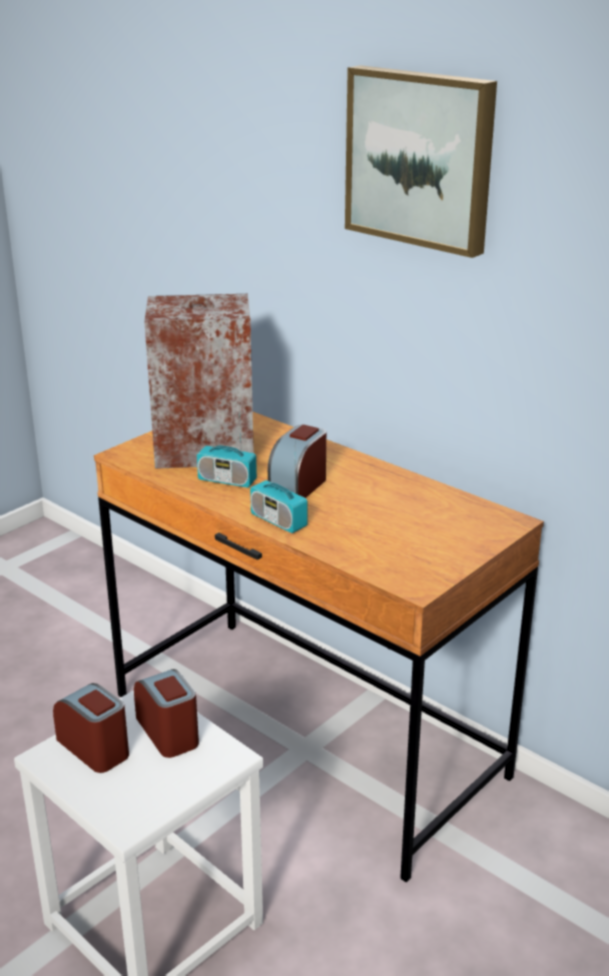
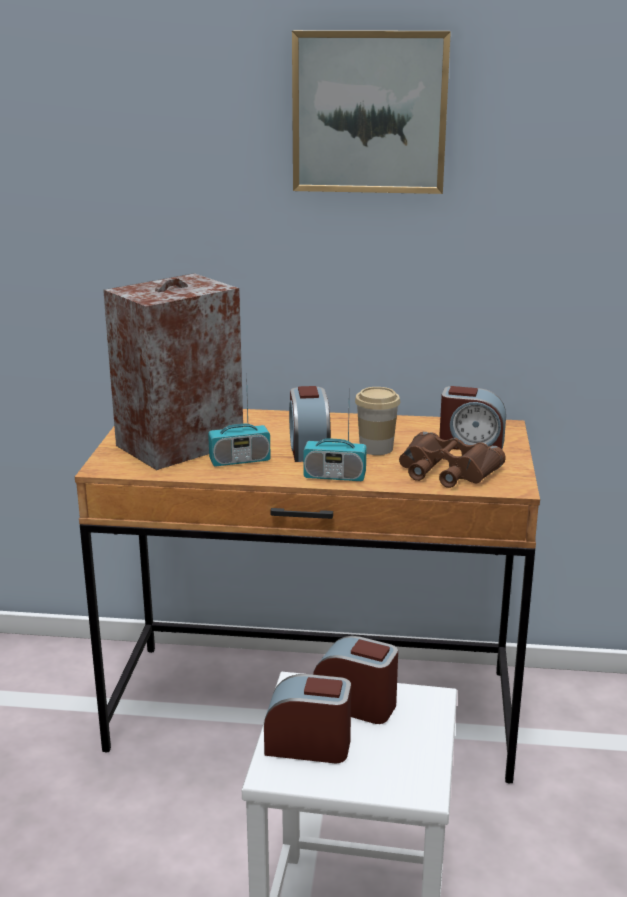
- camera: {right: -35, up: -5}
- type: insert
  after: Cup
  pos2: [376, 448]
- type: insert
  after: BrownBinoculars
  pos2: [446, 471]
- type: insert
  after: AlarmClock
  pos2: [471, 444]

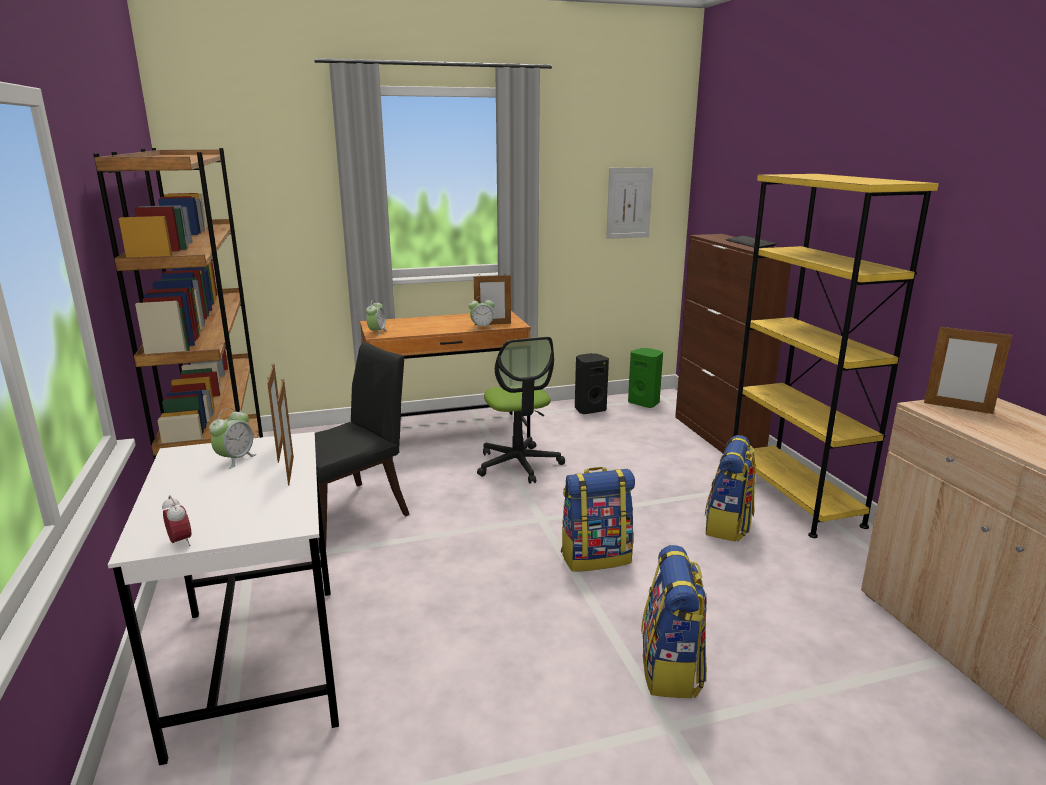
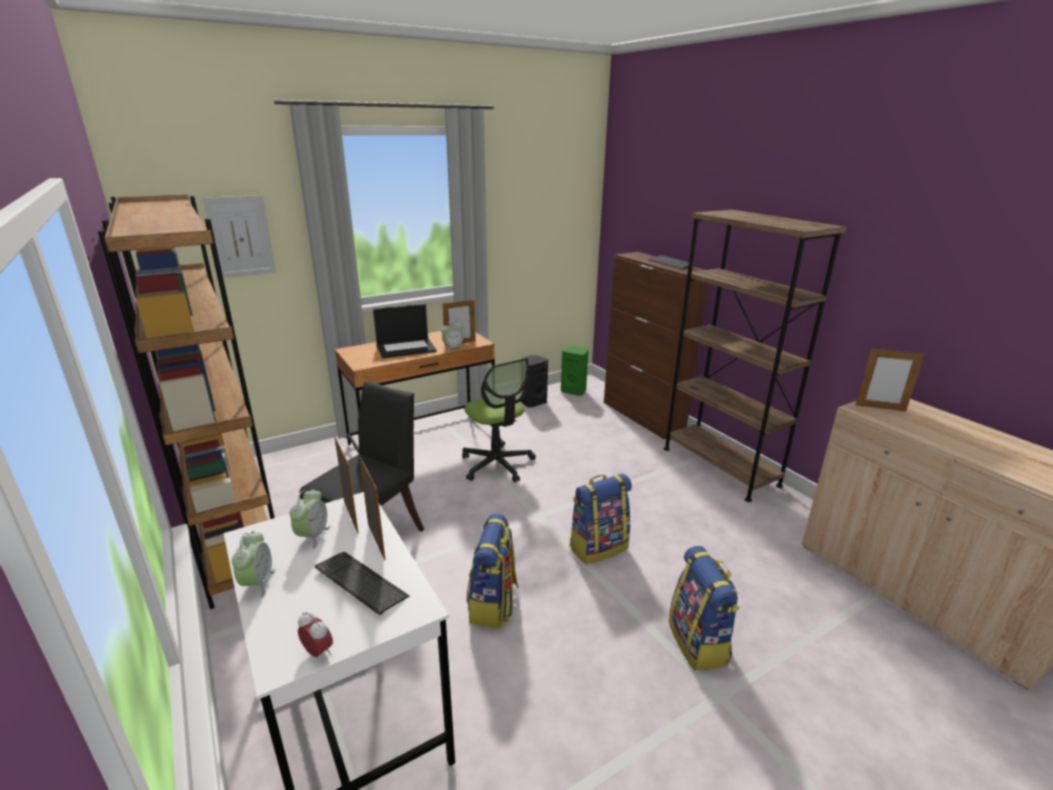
- camera: {right: -15, up: 5}
- type: move
  before: Picture
  pos1: [629, 203]
  pos2: [241, 236]
- type: move
  before: AlarmClock
  pos1: [377, 332]
  pos2: [258, 583]
- type: insert
  after: Keyboard
  pos2: [361, 583]
- type: insert
  after: Laptop
  pos2: [406, 348]
- type: move
  before: Backpack
  pos1: [728, 526]
  pos2: [493, 604]
- type: recolor
  before: YellowBookcase
  after: BrownBookcase
  pos1: [792, 497]
  pos2: [720, 467]

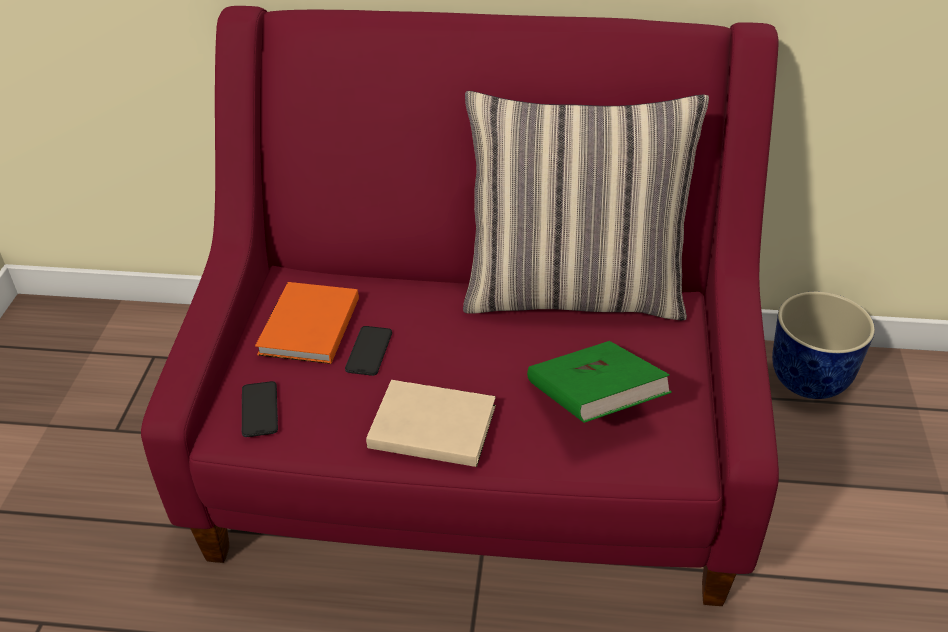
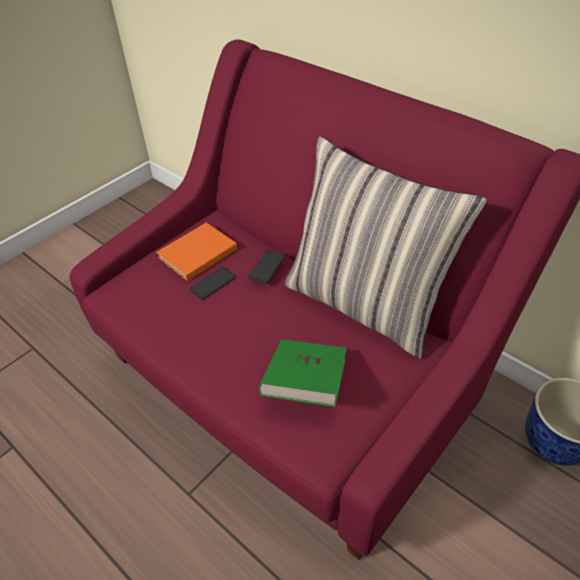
- camera: {right: 35, up: 5}
- type: move
  before: Phone
  pos1: [259, 409]
  pos2: [266, 267]
- type: delete
  before: BeigeBook
  pos1: [430, 425]

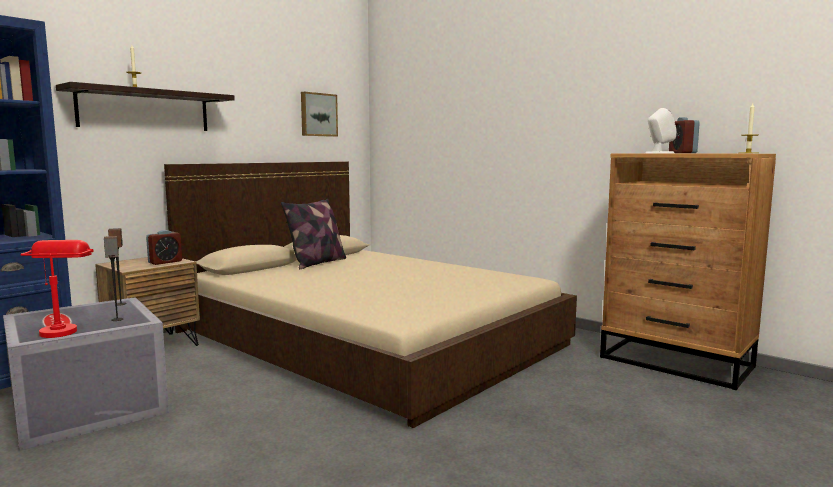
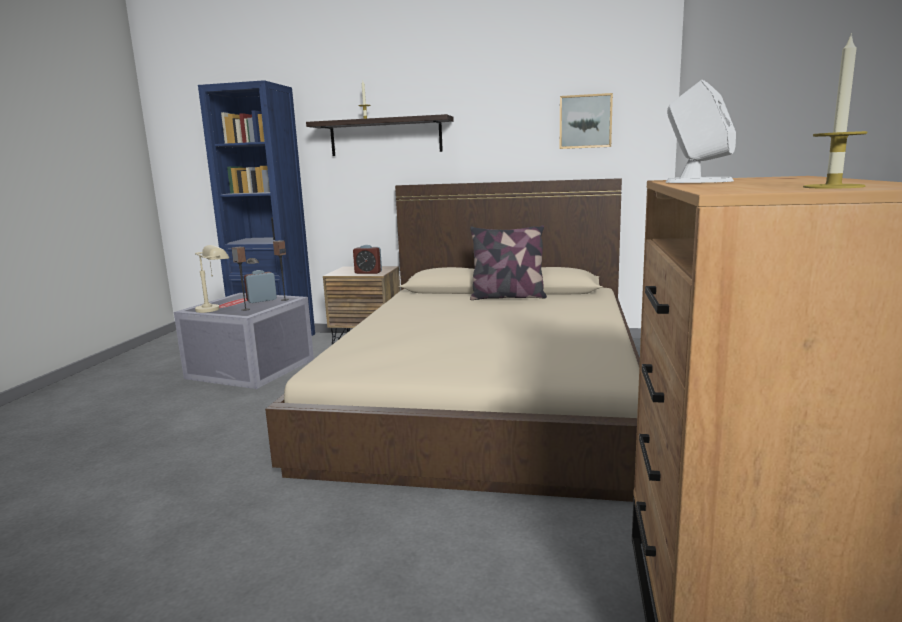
- camera: {right: 60, up: 5}
- type: recolor
  before: RedTableLamp
  after: BeigeTableLamp
  pos1: [63, 329]
  pos2: [215, 308]
- type: move
  before: AlarmClock
  pos1: [682, 153]
  pos2: [261, 300]

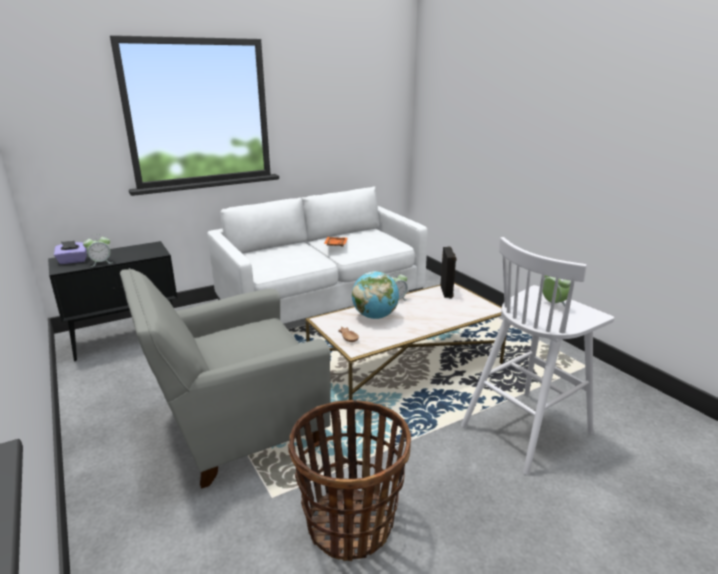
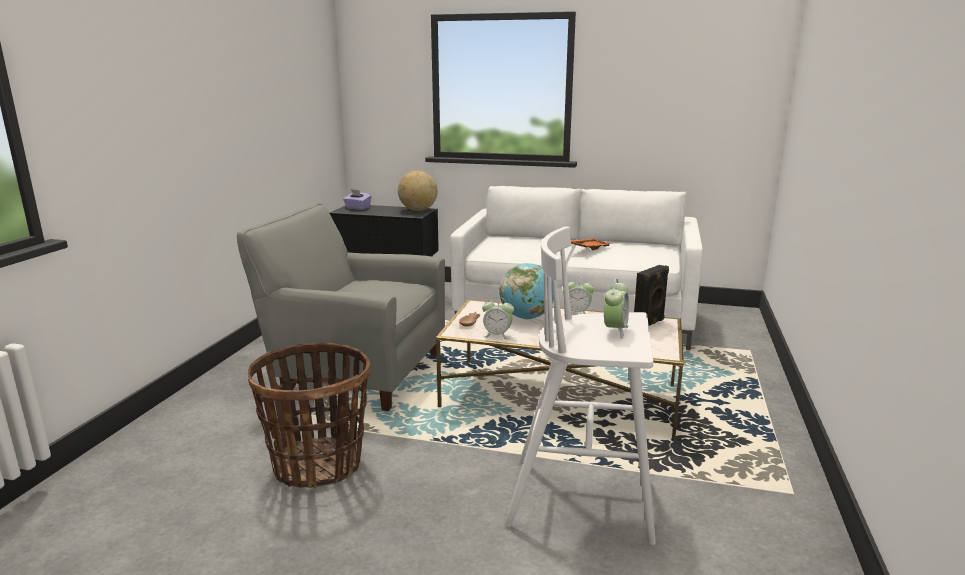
- camera: {right: 45, up: -5}
- type: insert
  after: Globe
  pos2: [418, 210]
- type: move
  before: AlarmClock
  pos1: [101, 263]
  pos2: [497, 335]

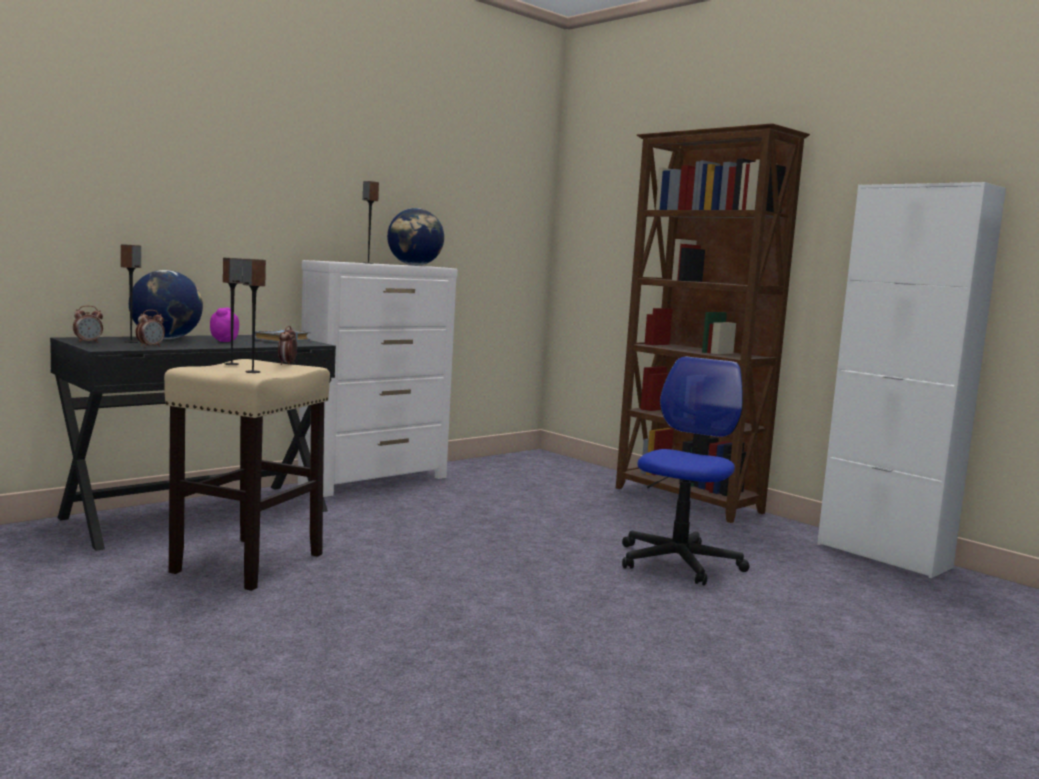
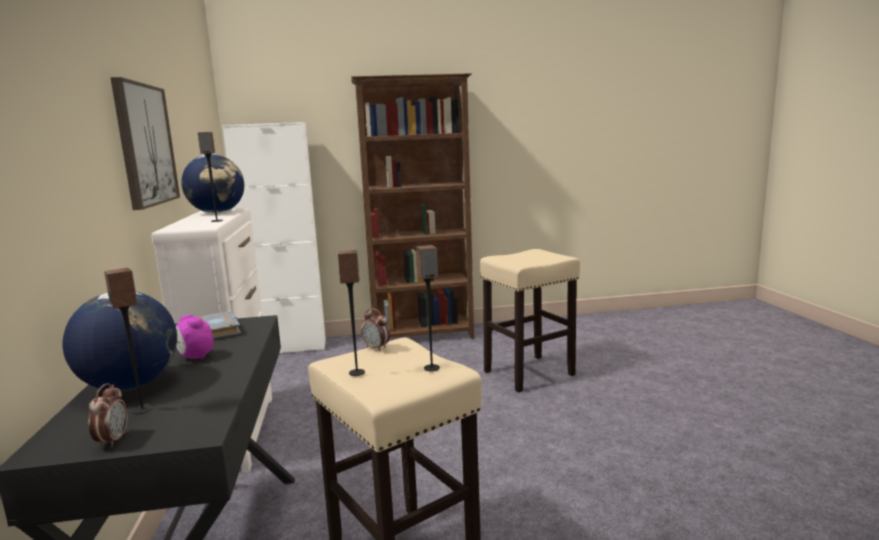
- camera: {right: -55, up: 5}
- type: insert
  after: Picture
  pos2: [145, 145]
- type: move
  before: WhiteCabinet
  pos1: [883, 555]
  pos2: [290, 347]
- type: replace
  before: OfficeChair
  after: BeigeStool
  pos1: [679, 562]
  pos2: [529, 373]
- type: delete
  before: AlarmClock
  pos1: [150, 346]

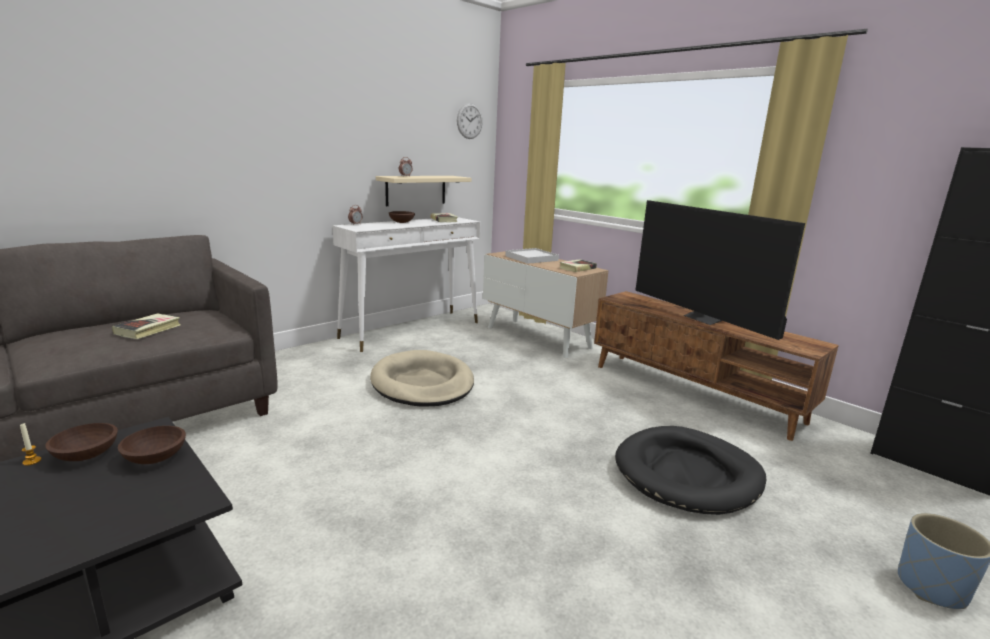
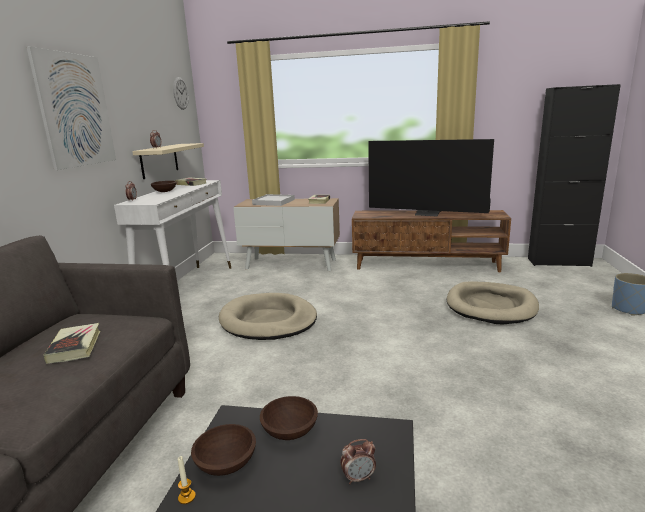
- camera: {right: -35, up: 0}
- type: insert
  after: Picture
  pos2: [75, 110]
- type: insert
  after: AlarmClock
  pos2: [358, 478]
- type: recolor
  before: BlackDogBed
  after: BeigeDogBed
  pos1: [688, 474]
  pos2: [491, 306]

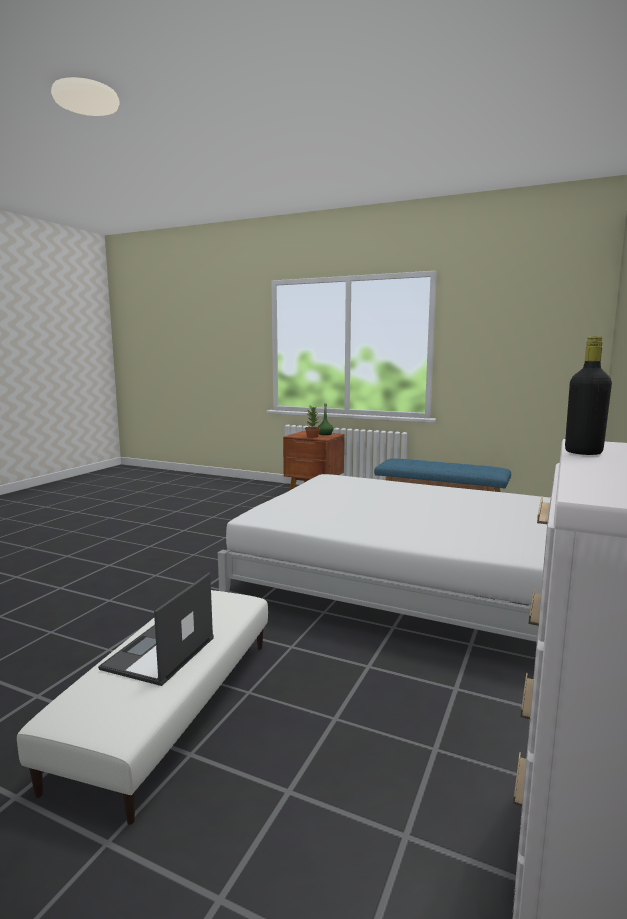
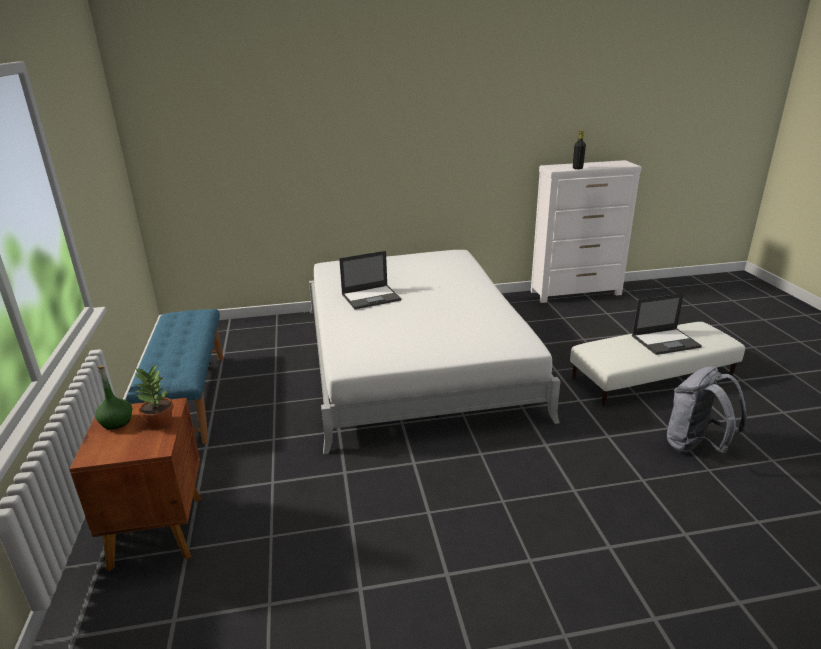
- camera: {right: -125, up: 15}
- type: insert
  after: Laptop
  pos2: [371, 297]
- type: insert
  after: GreyBackpack
  pos2: [695, 447]

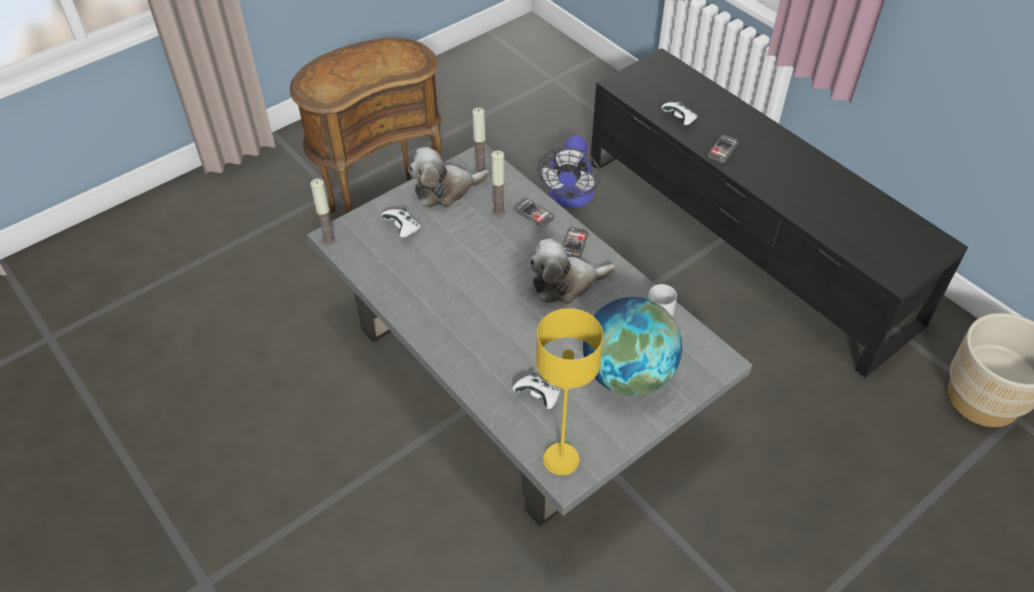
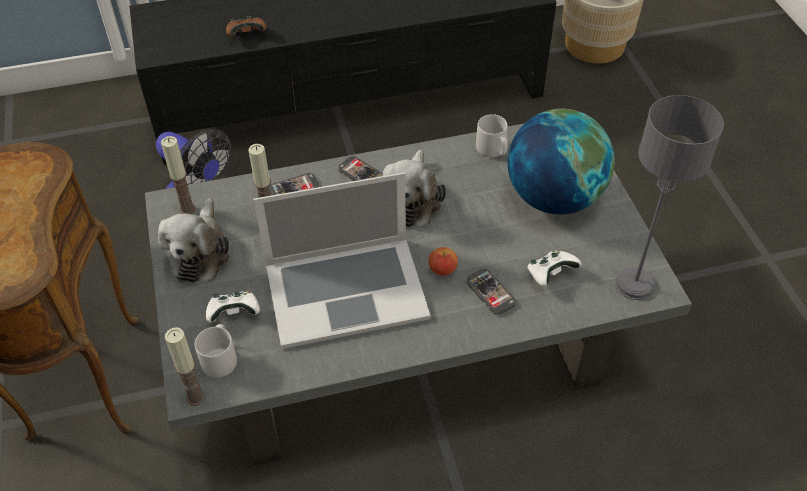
- camera: {right: -65, up: 0}
- type: insert
  after: GreyMug
  pos2: [220, 359]
- type: recolor
  before: WhiteGameController
  after: BrownGameController
  pos1: [679, 120]
  pos2: [247, 35]
- type: insert
  after: Laptop
  pos2: [346, 290]
- type: insert
  after: Apple
  pos2: [442, 269]
- type: move
  before: Phone
  pos1: [722, 150]
  pos2: [490, 292]
- type: recolor
  before: YellowTableLamp
  after: GreyTableLamp
  pos1: [561, 460]
  pos2: [635, 285]

